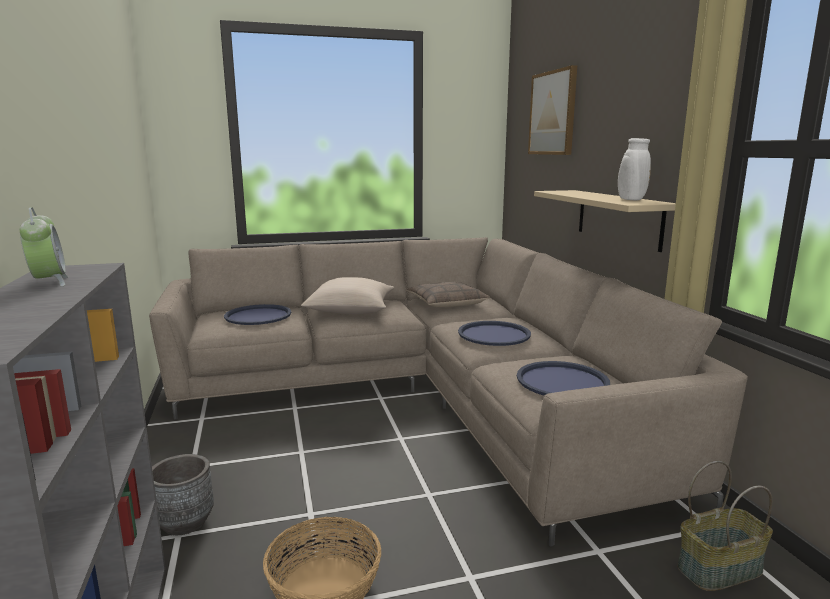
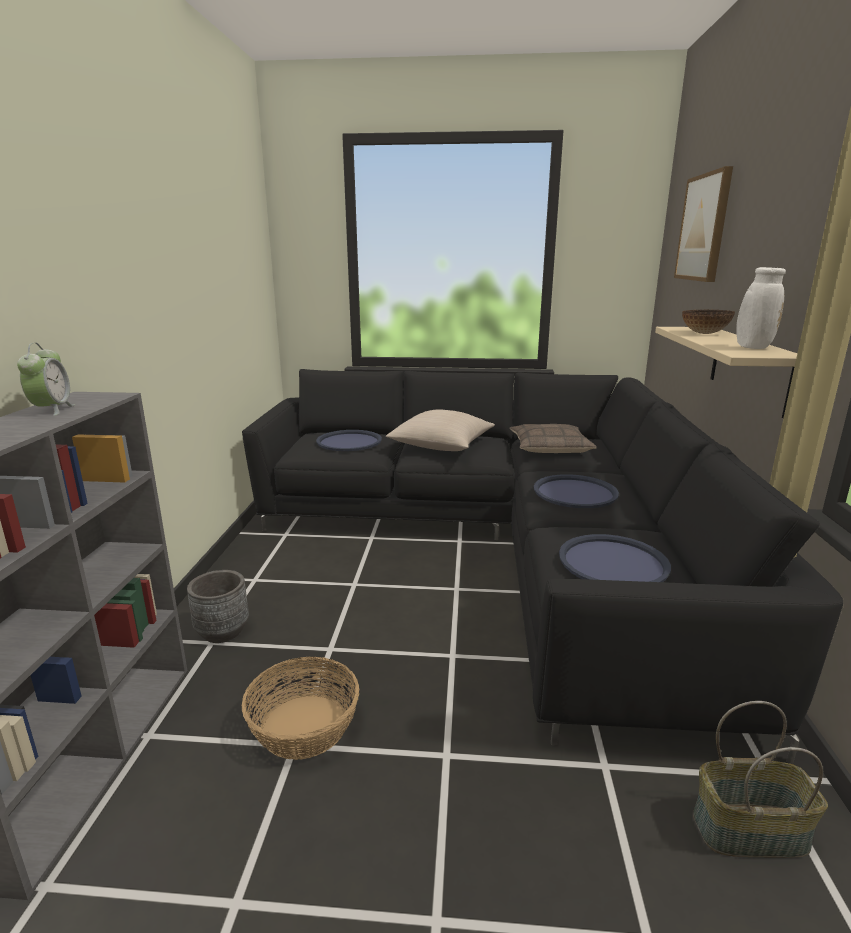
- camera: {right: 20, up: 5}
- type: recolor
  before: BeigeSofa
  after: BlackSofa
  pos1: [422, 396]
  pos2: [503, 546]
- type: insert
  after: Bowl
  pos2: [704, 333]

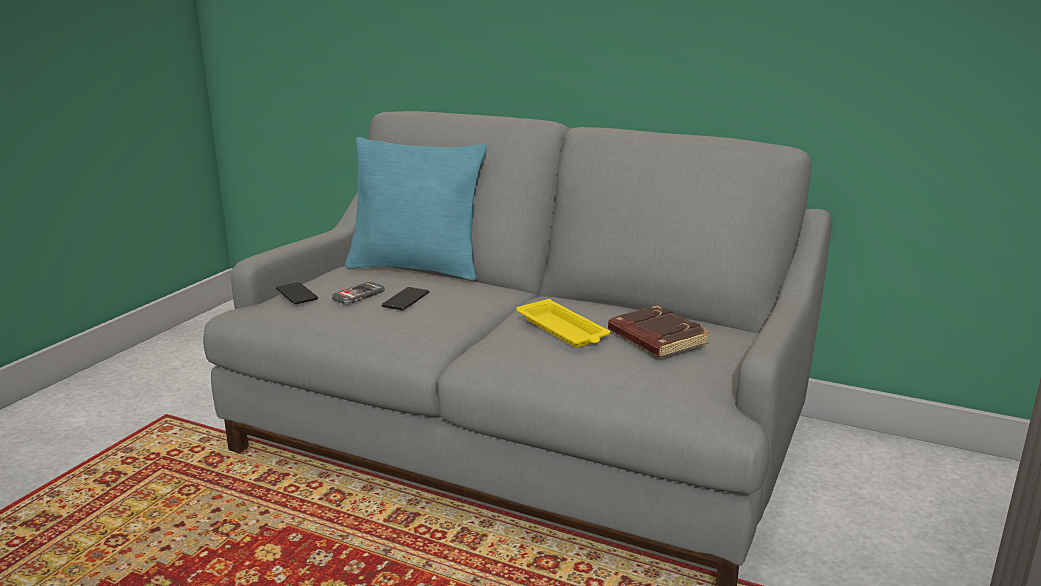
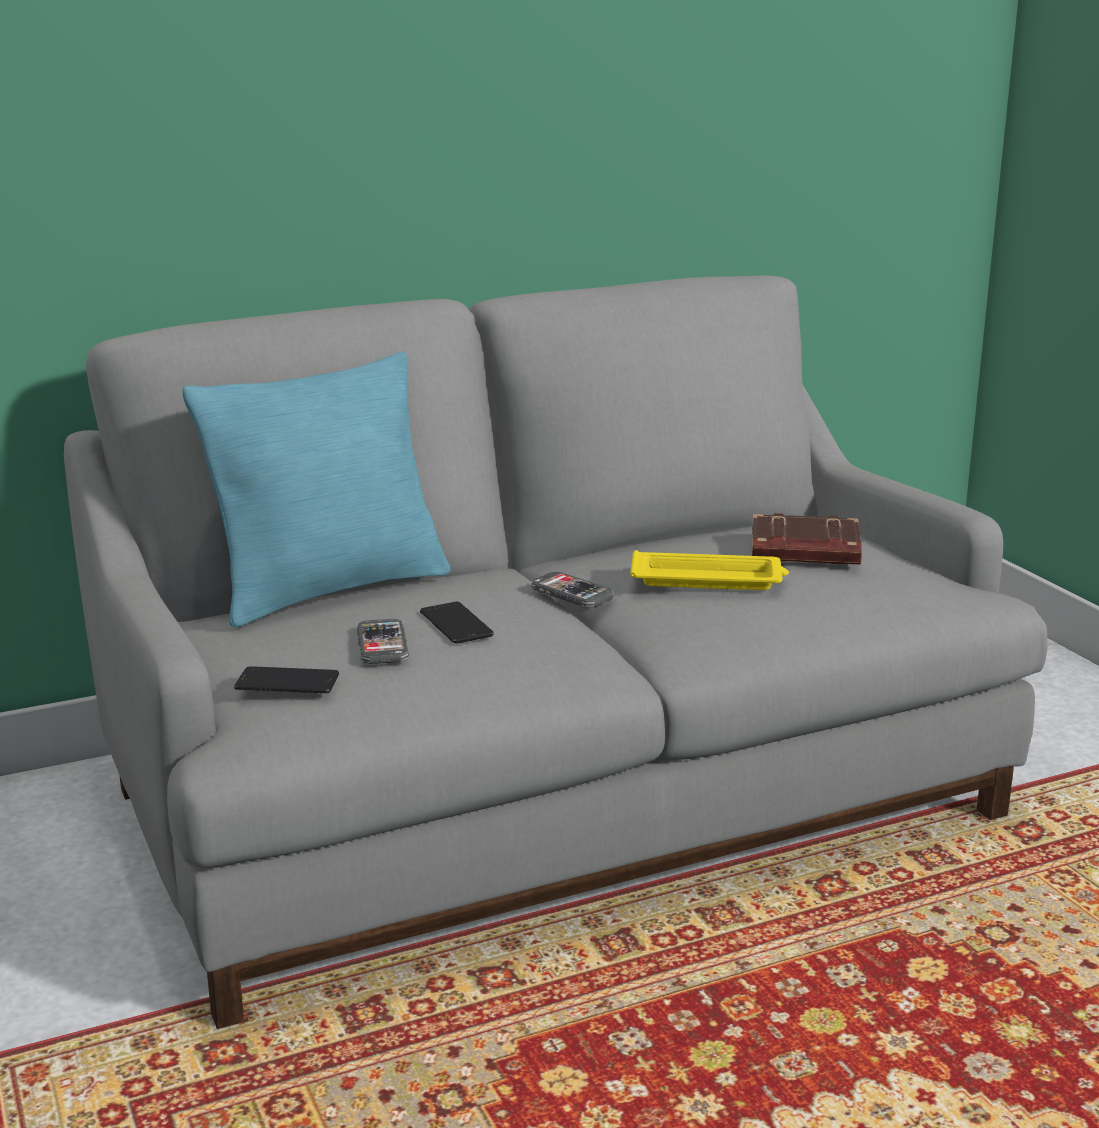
- camera: {right: -50, up: 0}
- type: insert
  after: Phone
  pos2: [572, 593]

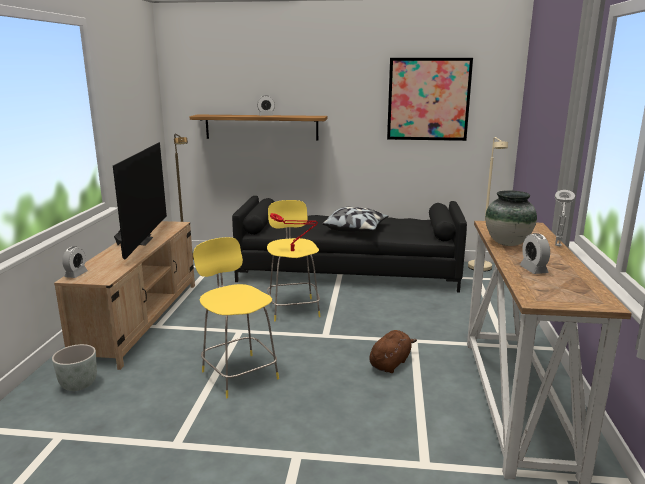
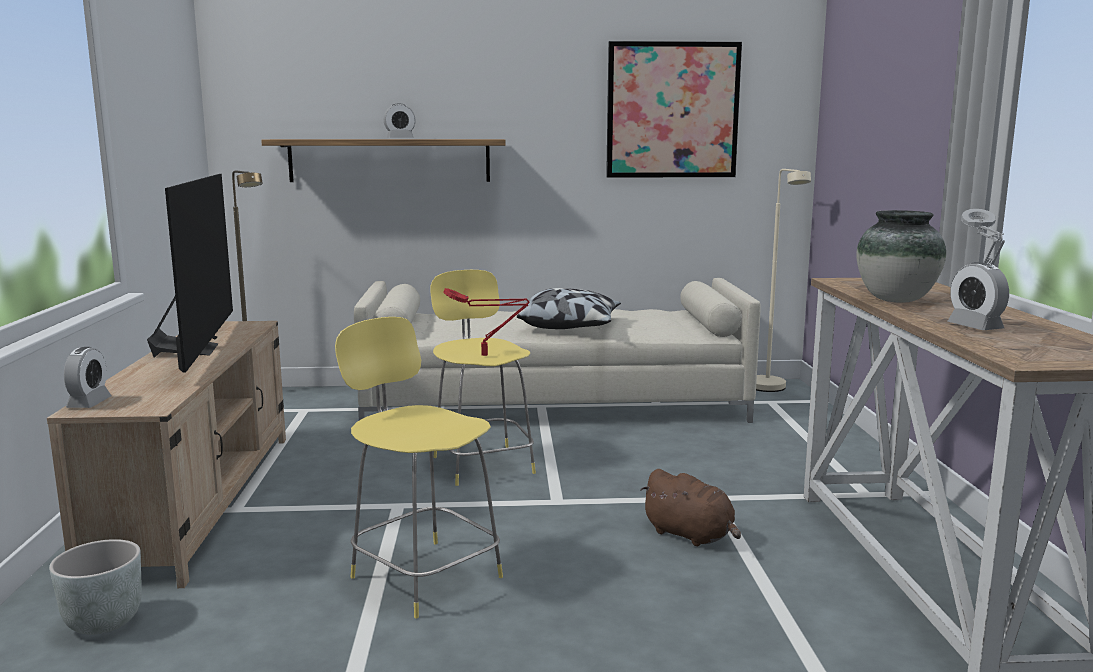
- camera: {right: -10, up: -5}
- type: recolor
  before: BlackSofa
  after: BeigeSofa
  pos1: [349, 272]
  pos2: [555, 404]
- type: rotate
  before: BrownPlushToy
  pos1: [390, 363]
  pos2: [691, 535]
  turn: 105

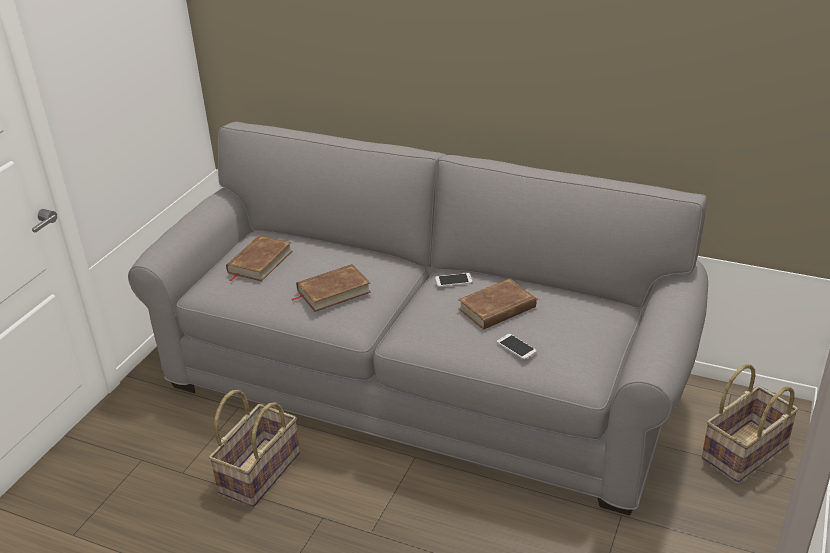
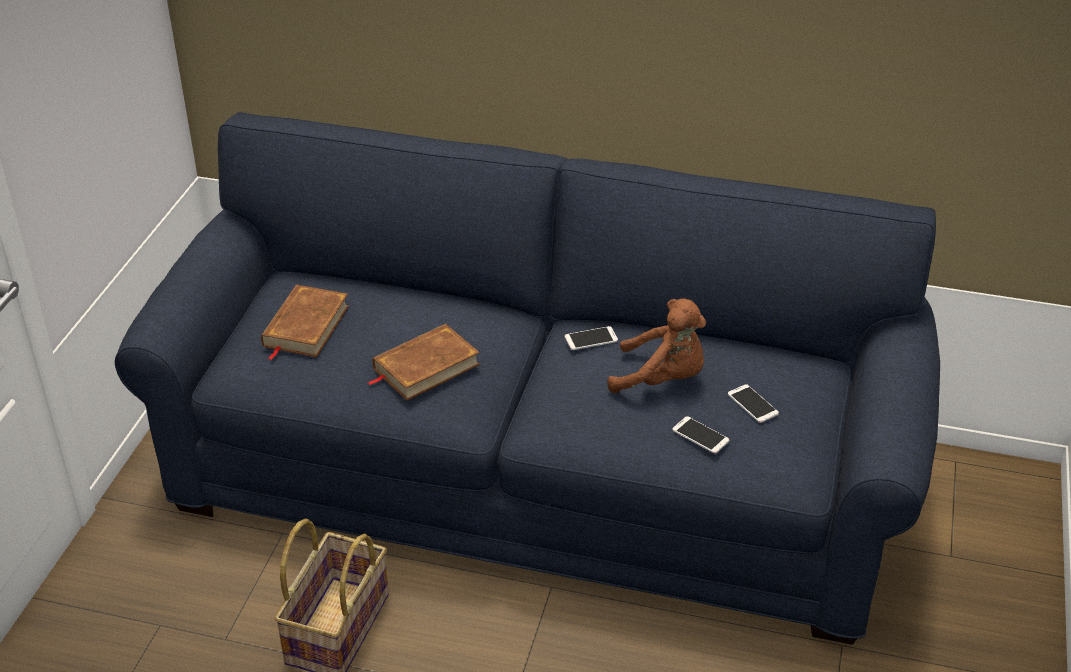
- camera: {right: -10, up: 5}
- type: recolor
  before: GreySofa
  after: BlueSofa
  pos1: [420, 384]
  pos2: [536, 478]
- type: replace
  before: BrownBook
  after: BrownPlushToy
  pos1: [497, 308]
  pos2: [662, 379]
- type: insert
  after: Phone
  pos2: [752, 404]
- type: delete
  before: Basket
  pos1: [745, 452]

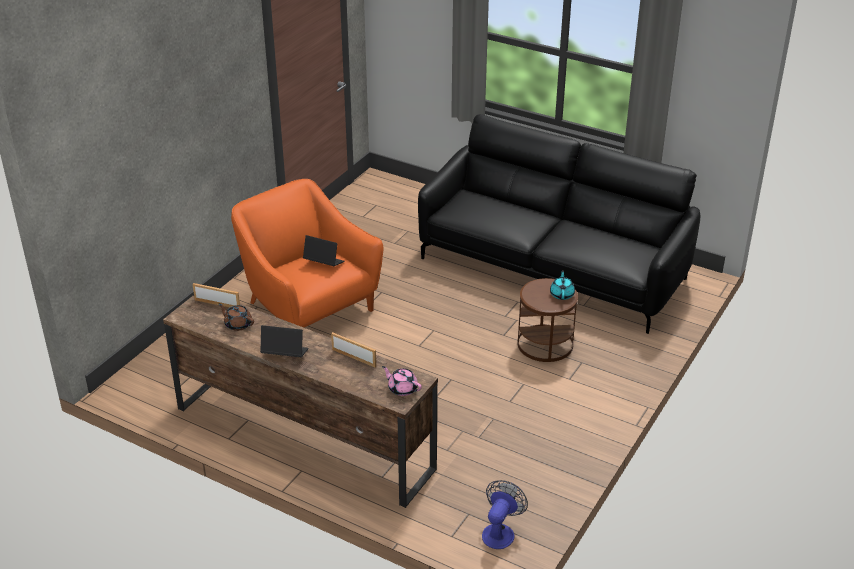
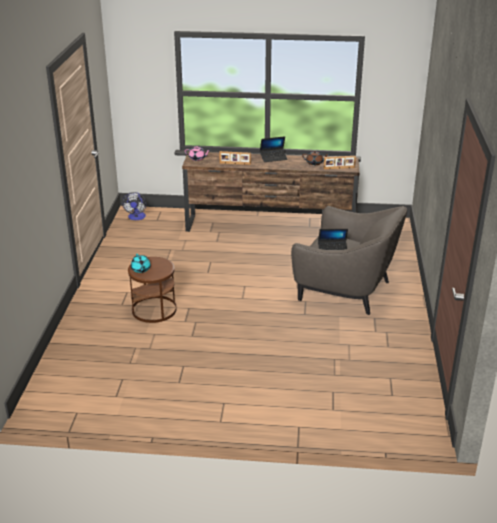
- camera: {right: 155, up: -5}
- type: recolor
  before: OrangeArmchair
  after: GreyArmchair
  pos1: [308, 307]
  pos2: [346, 290]
- type: delete
  before: BlackSofa
  pos1: [552, 268]

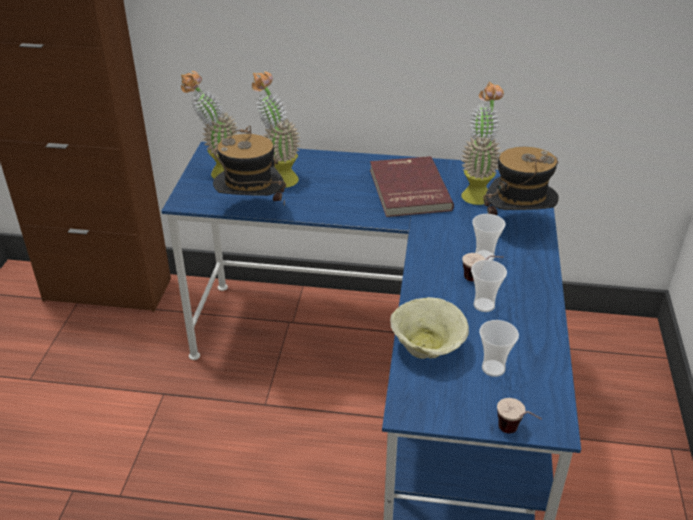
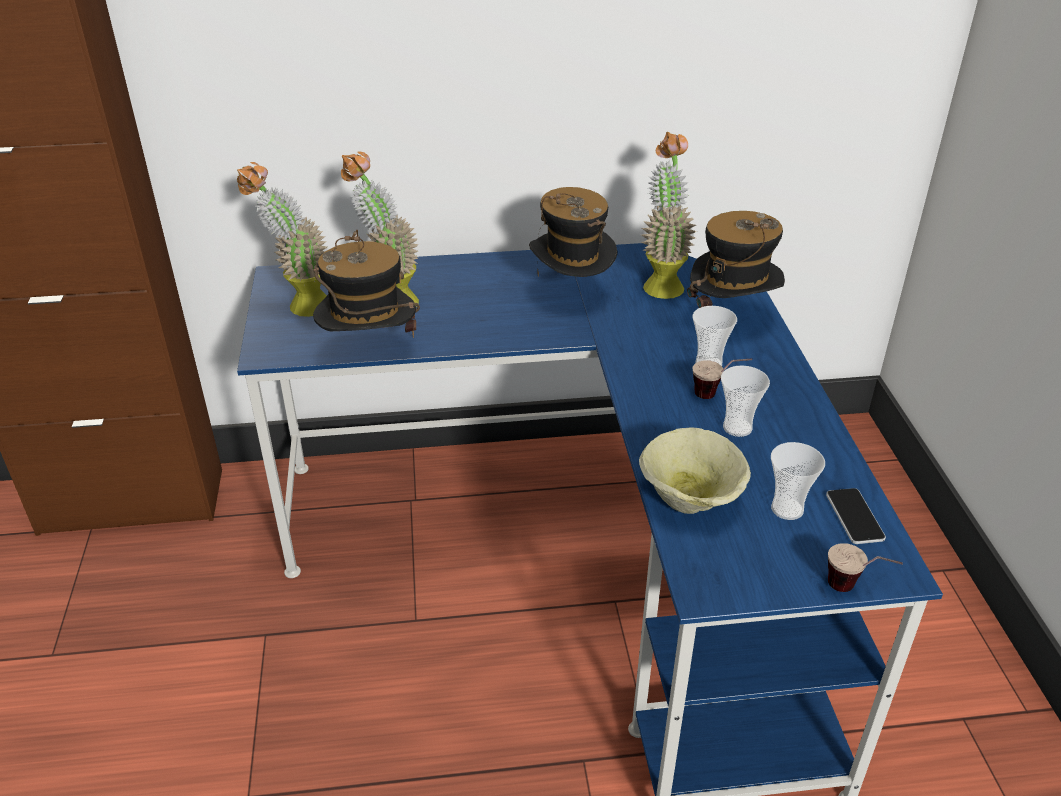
- camera: {right: -15, up: 0}
- type: replace
  before: RedBook
  after: Hat
  pos1: [407, 190]
  pos2: [571, 292]
- type: insert
  after: Phone
  pos2: [854, 517]

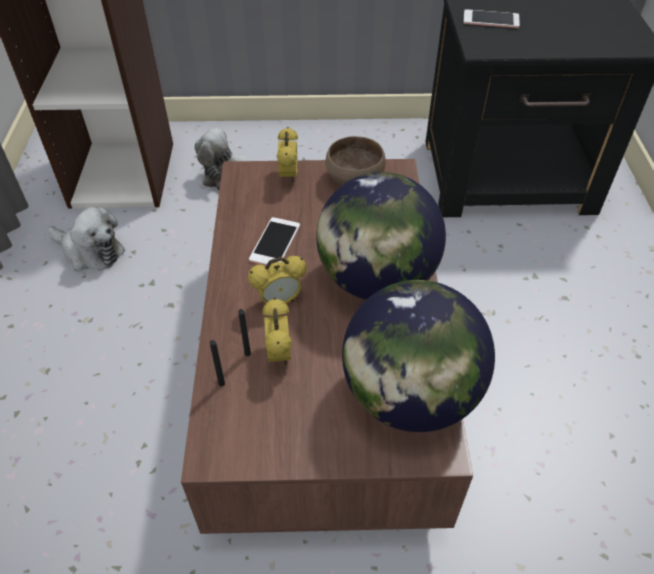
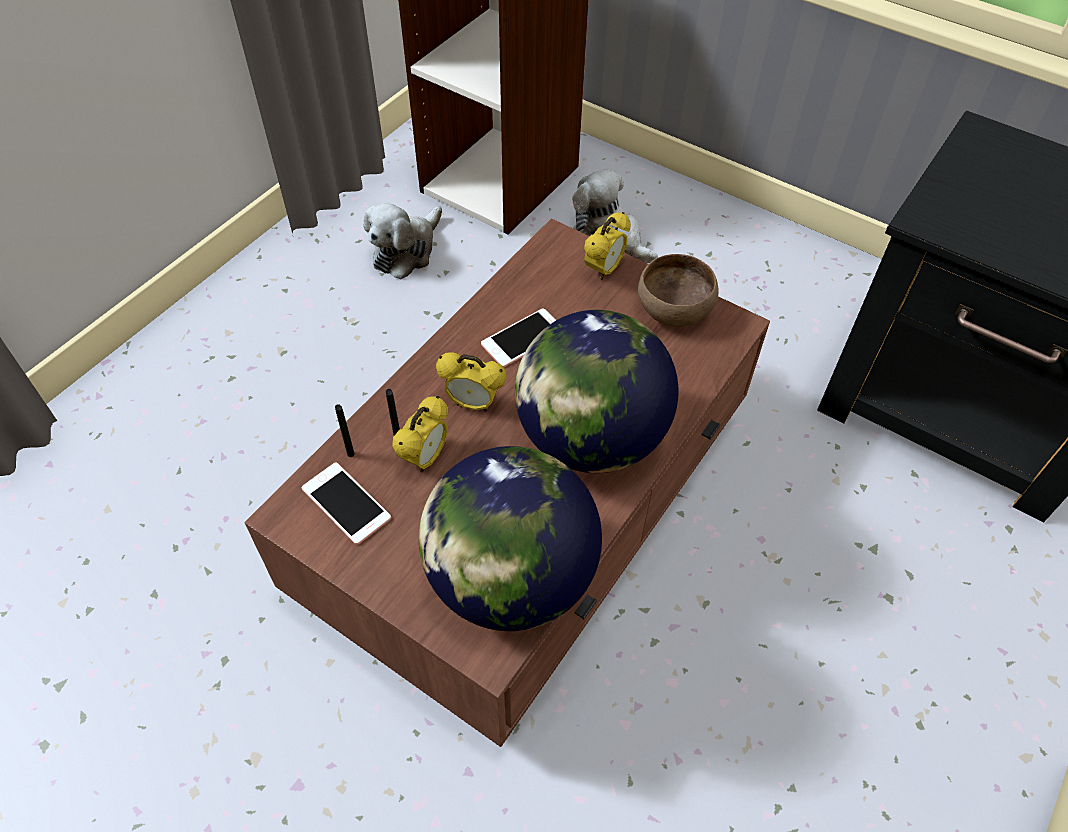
- camera: {right: 35, up: 5}
- type: move
  before: Phone
  pos1: [491, 20]
  pos2: [346, 503]
- type: rotate
  before: PlushToy
  pos1: [90, 251]
  pos2: [406, 250]
  turn: 60

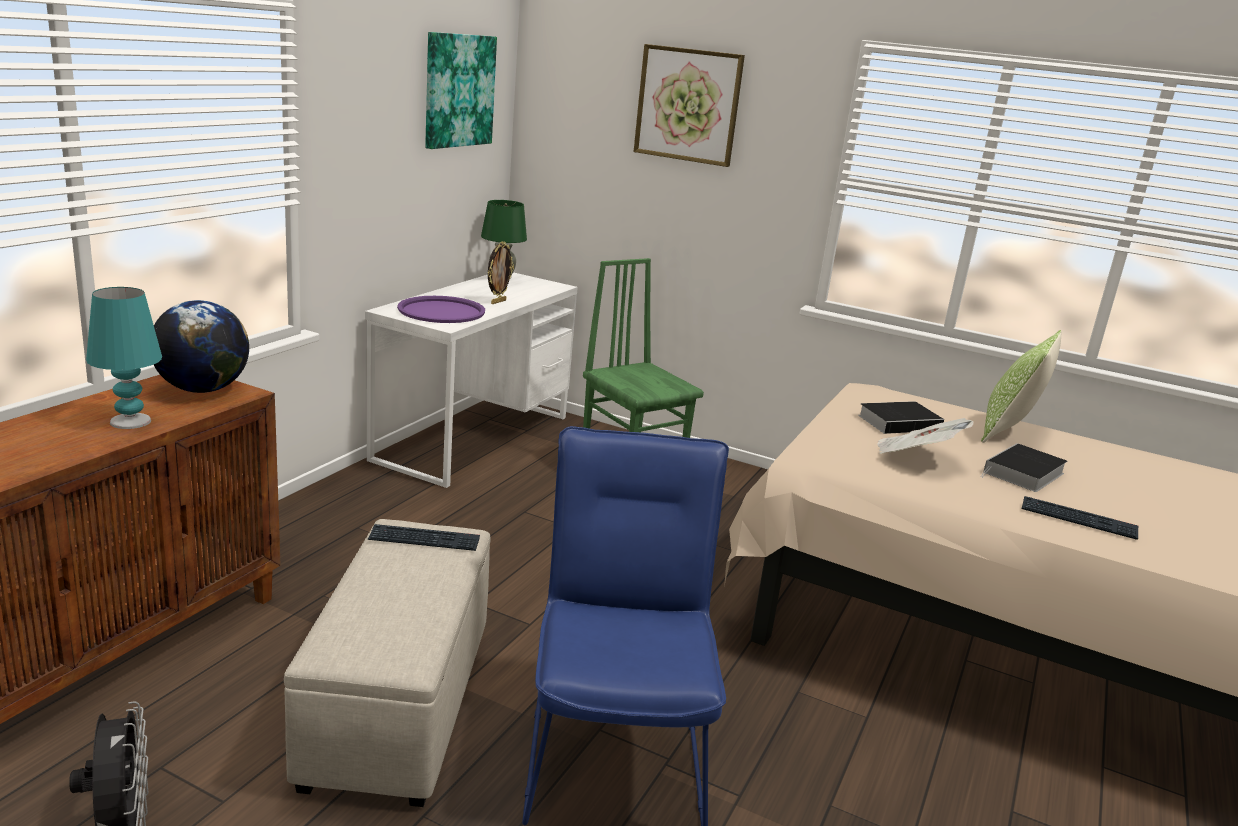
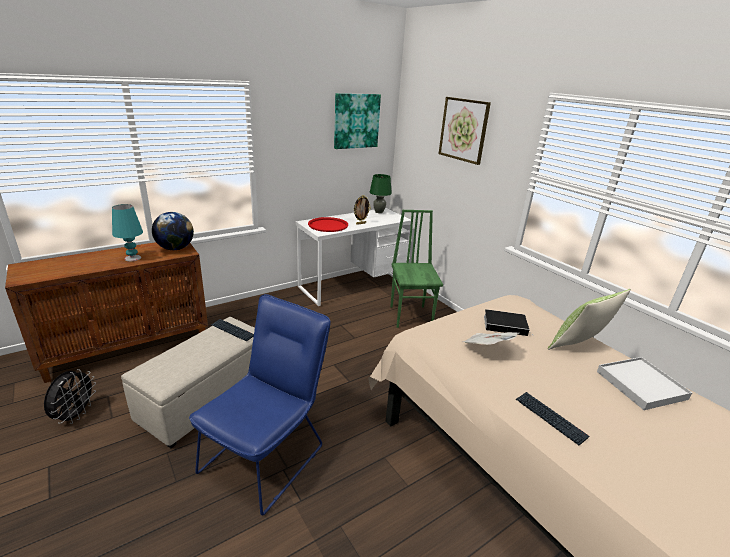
- camera: {right: 30, up: 5}
- type: recolor
  before: PurpleTray
  after: RedTray
  pos1: [441, 311]
  pos2: [328, 225]
- type: insert
  after: WhiteTray
  pos2: [641, 385]
- type: delete
  before: Book
  pos1: [1023, 473]

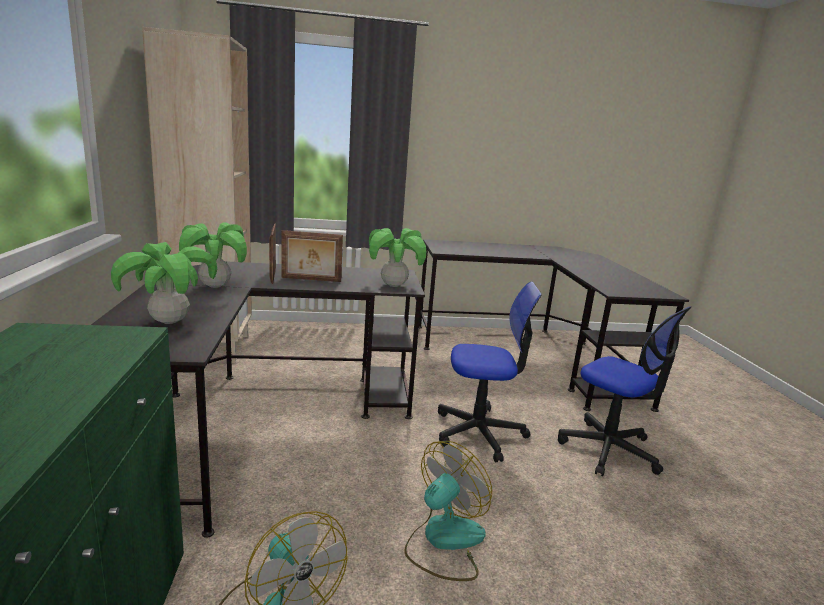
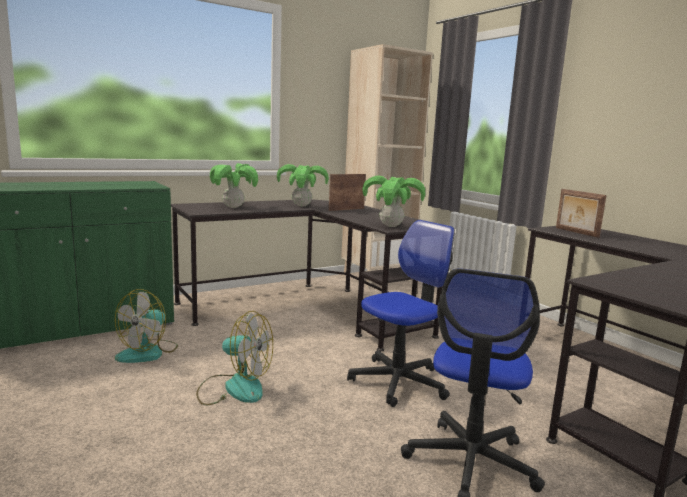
- camera: {right: 65, up: -5}
- type: rotate
  before: OfficeChair
  pos1: [479, 432]
  pos2: [398, 382]
  turn: -105
- type: move
  before: PictureFrame
  pos1: [311, 280]
  pos2: [576, 232]

